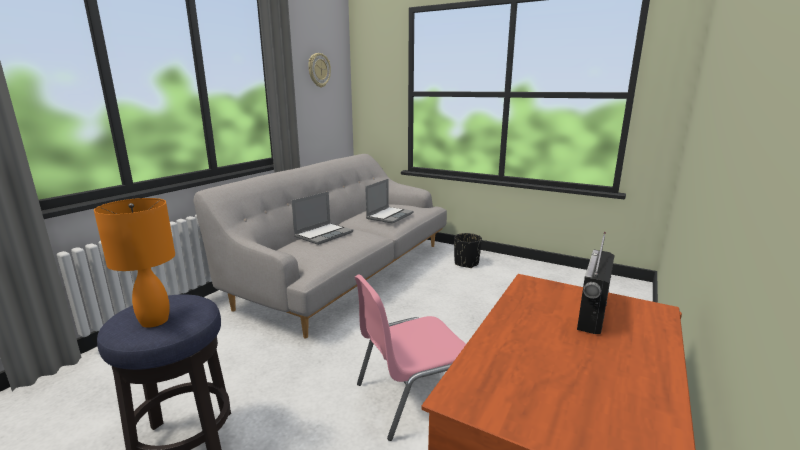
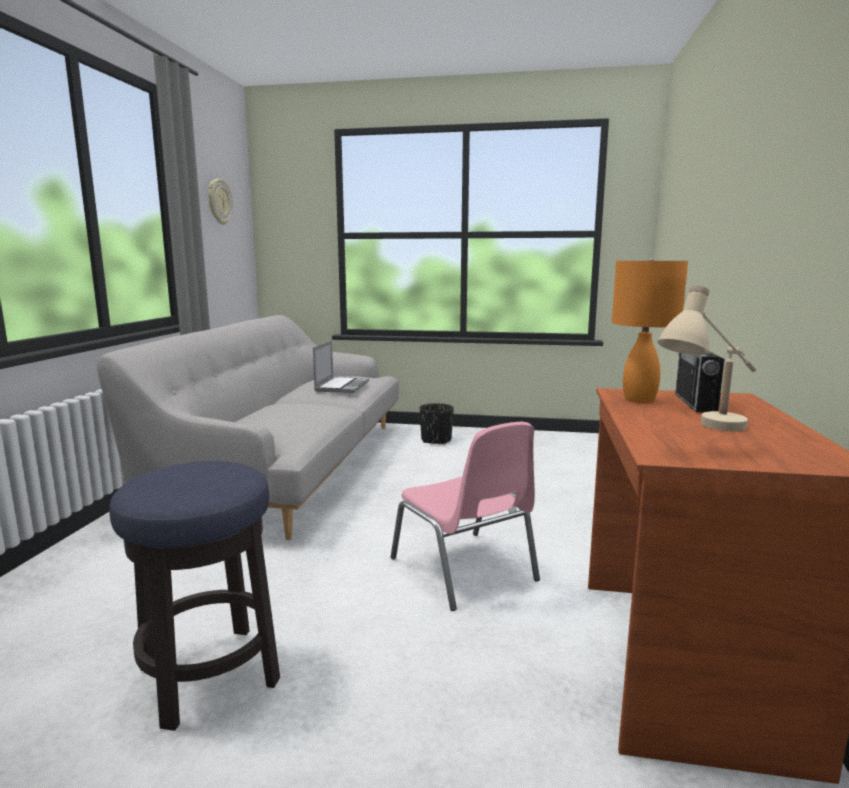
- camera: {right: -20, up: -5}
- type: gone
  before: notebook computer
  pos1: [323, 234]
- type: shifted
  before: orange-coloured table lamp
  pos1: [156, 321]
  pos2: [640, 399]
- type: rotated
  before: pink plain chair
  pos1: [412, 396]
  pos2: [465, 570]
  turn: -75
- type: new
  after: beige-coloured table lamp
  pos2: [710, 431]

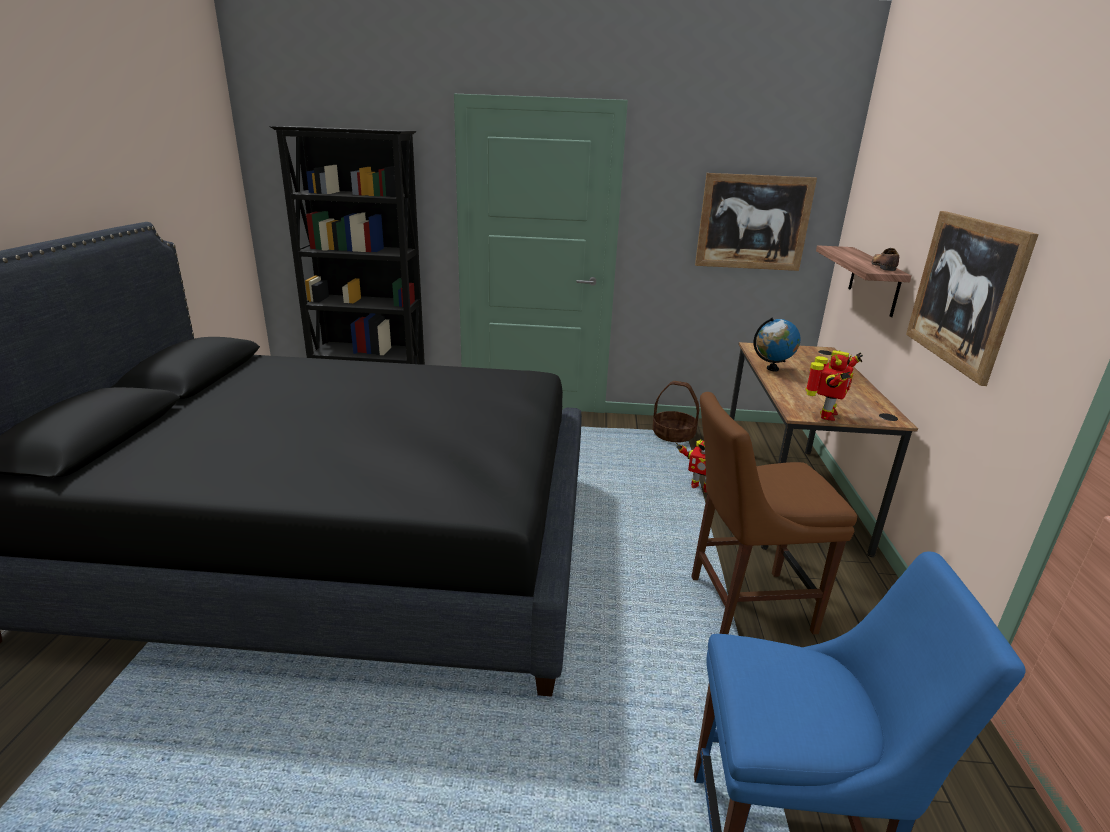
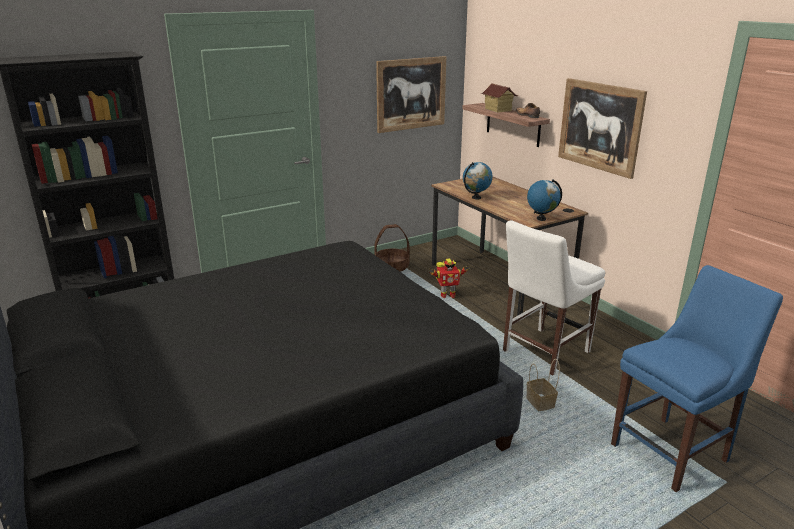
- camera: {right: -35, up: 0}
- type: swapped
  before: model robot
  after: globe
  pos1: [825, 415]
  pos2: [541, 218]
- type: repainted
  before: brown-coloured plain chair
  after: white plain chair
  pos1: [744, 603]
  pos2: [543, 352]
- type: new
  after: toy house
  pos2: [498, 110]
- type: new
  after: storage basket
  pos2: [541, 403]

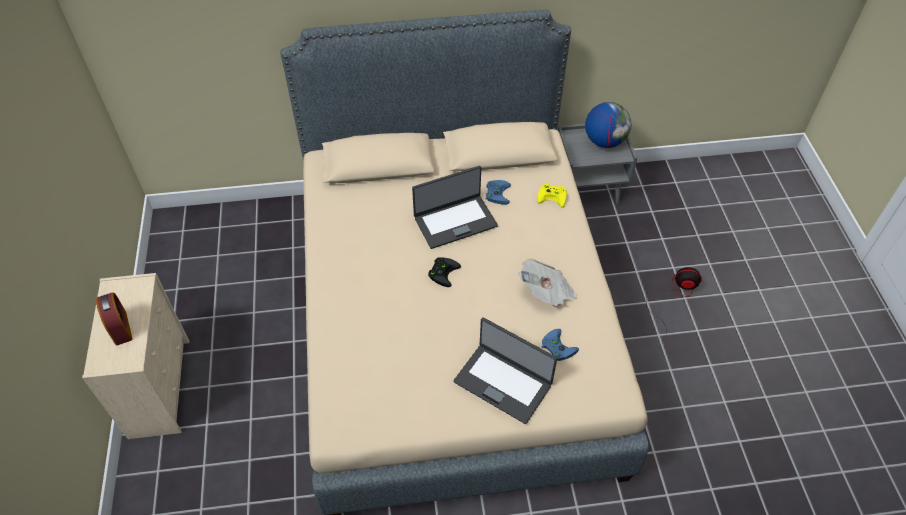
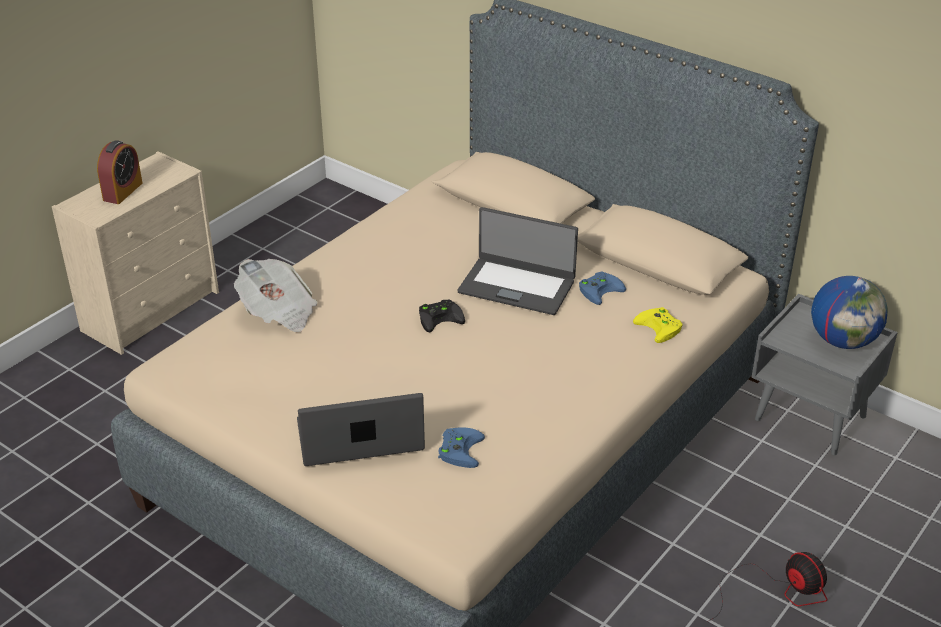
- camera: {right: 45, up: -15}
- type: shifted
  before: printed paper
  pos1: [547, 292]
  pos2: [278, 312]
- type: rotated
  before: notebook computer
  pos1: [503, 382]
  pos2: [360, 438]
  turn: 90

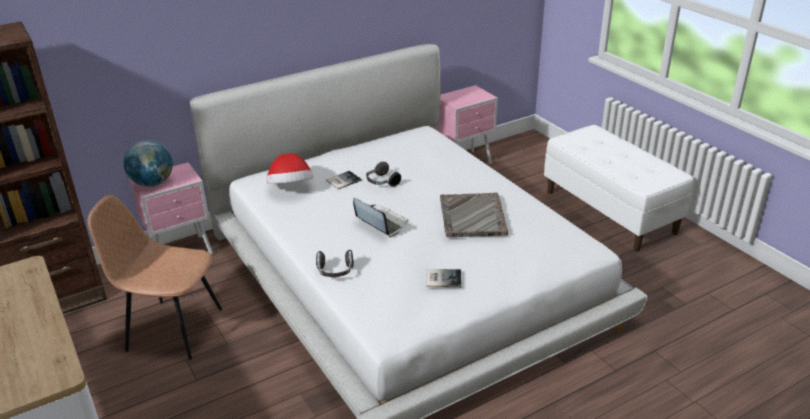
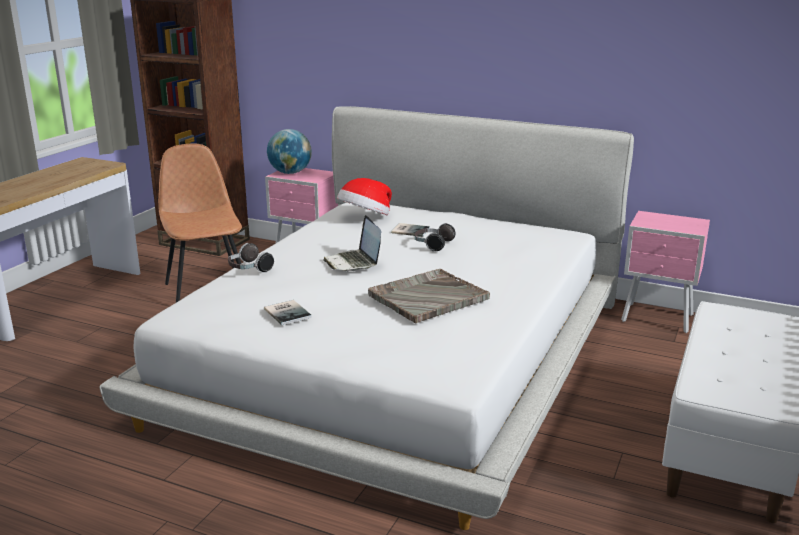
- camera: {right: 55, up: -10}
- type: rotated
  before: notebook computer
  pos1: [380, 223]
  pos2: [353, 262]
  turn: 150

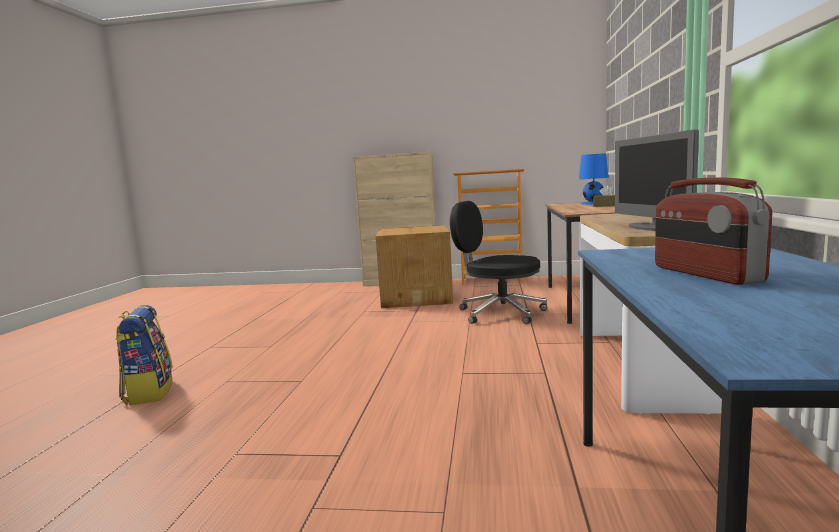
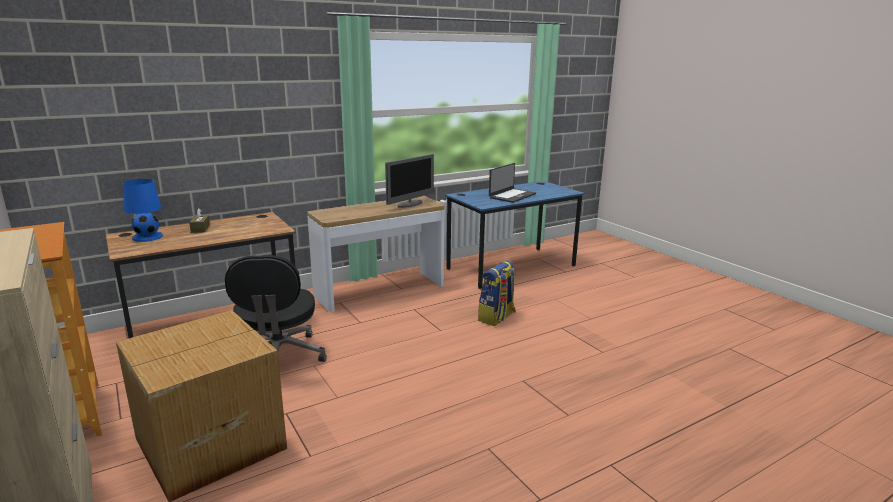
- camera: {right: -130, up: 10}
- type: swapped
  before: radio set
  after: notebook computer
  pos1: [704, 274]
  pos2: [512, 196]
- type: shifted
  before: rucksack
  pos1: [148, 392]
  pos2: [497, 317]

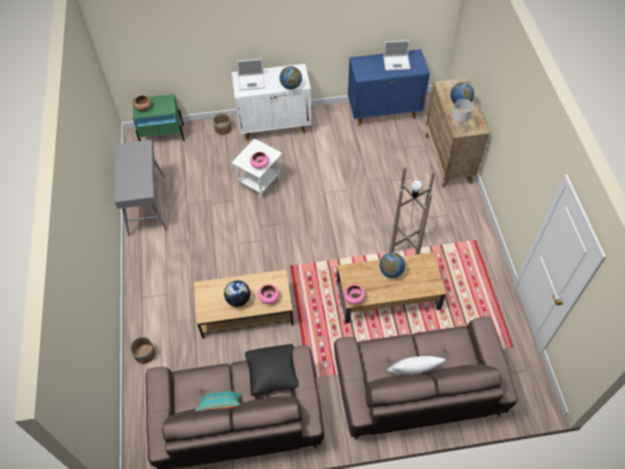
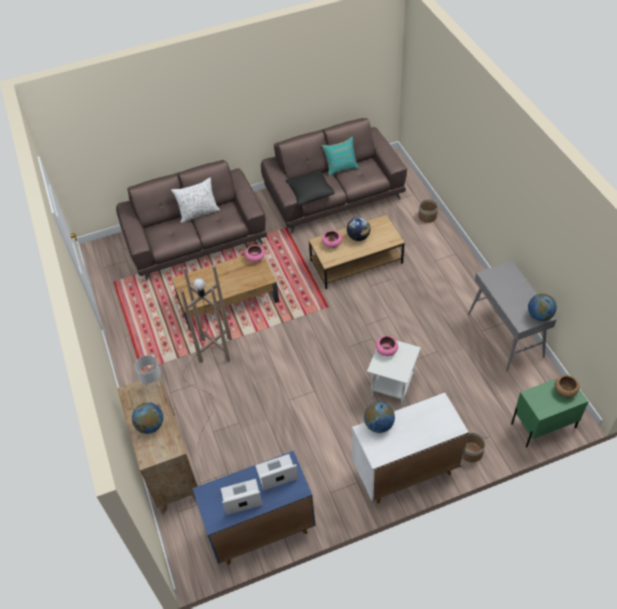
- camera: {right: 170, up: -5}
- type: shifted
  before: notebook computer
  pos1: [252, 82]
  pos2: [275, 473]
- type: shifted
  before: globe
  pos1: [391, 271]
  pos2: [539, 315]

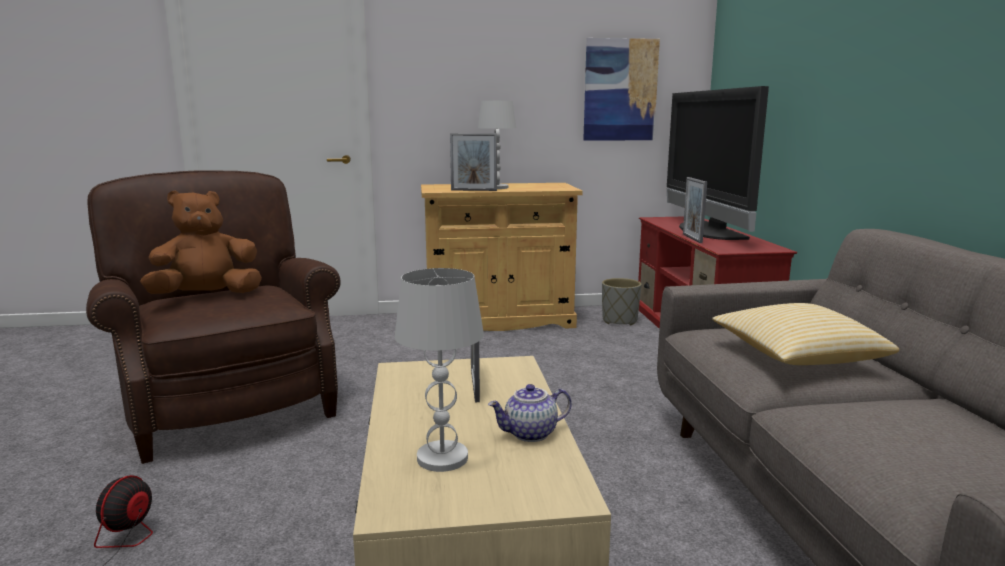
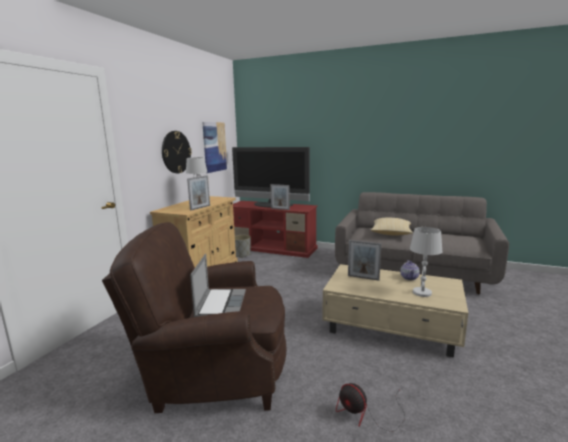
- camera: {right: -60, up: 0}
- type: swapped
  before: brown-coloured cuddly toy
  after: notebook computer
  pos1: [207, 296]
  pos2: [220, 304]
- type: new
  after: clock on the wall
  pos2: [176, 152]

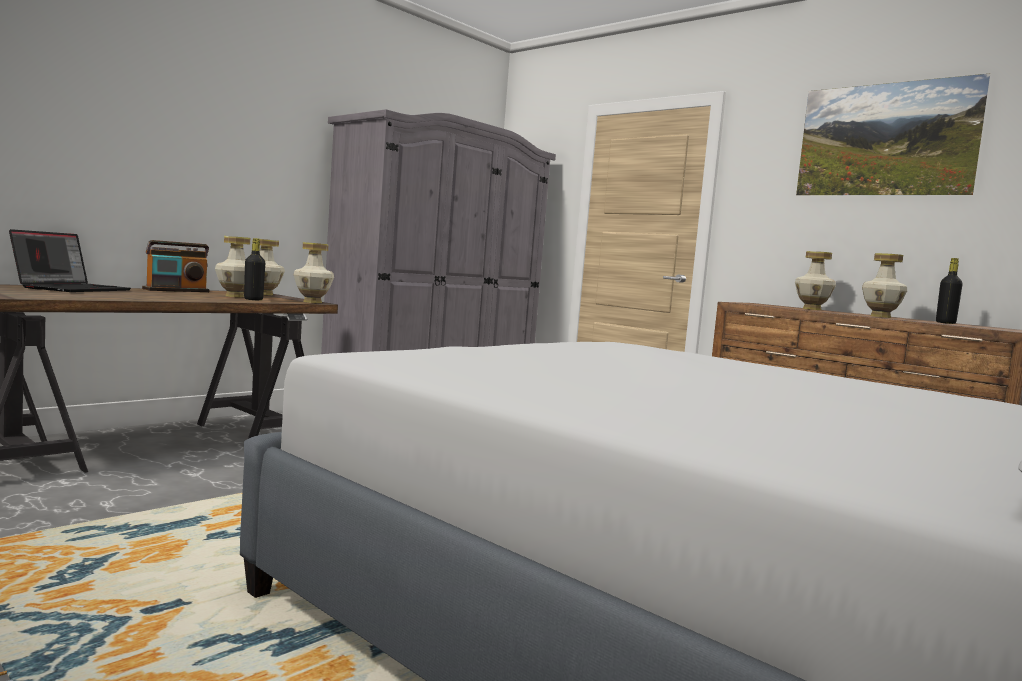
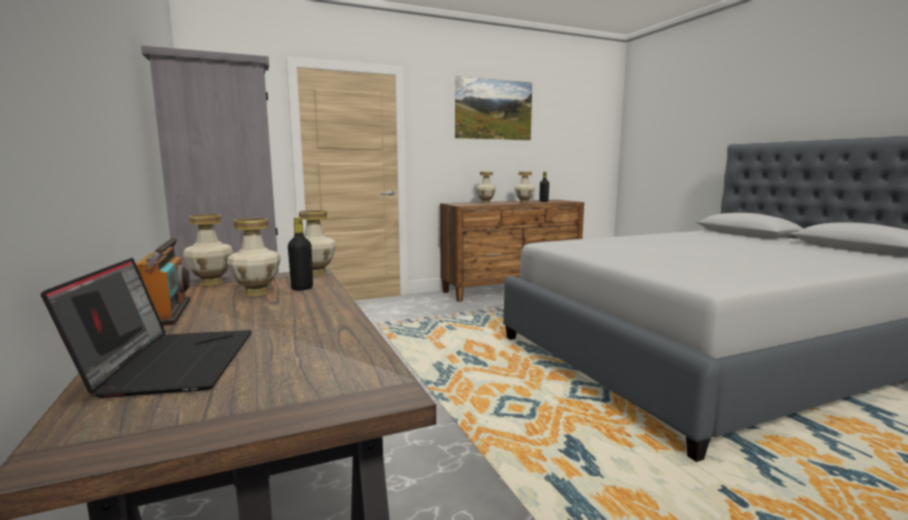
- camera: {right: -65, up: 5}
- type: rotated
  before: notebook computer
  pos1: [72, 289]
  pos2: [171, 362]
  turn: 45

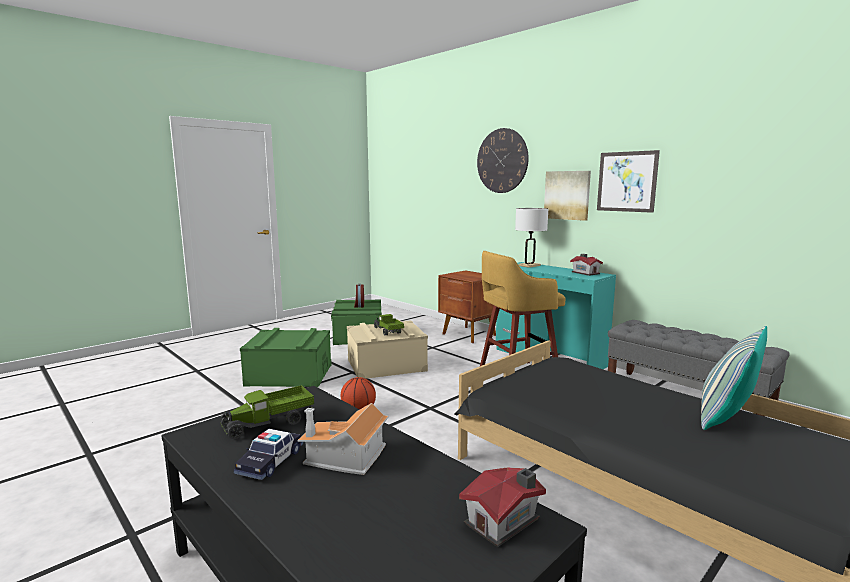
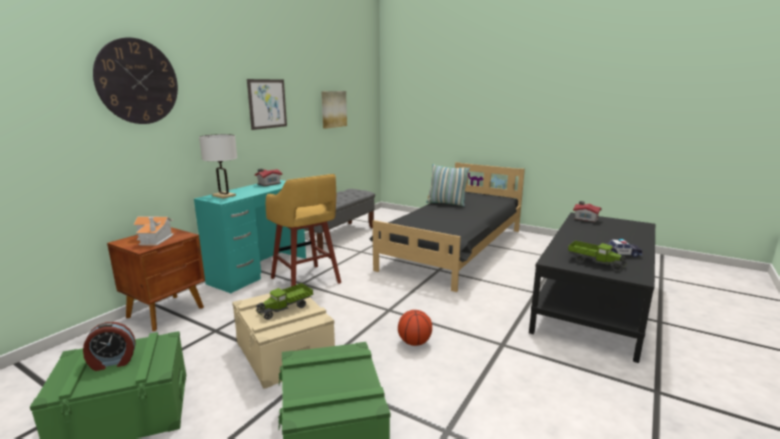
- camera: {right: -105, up: 5}
- type: shifted
  before: picture
  pos1: [567, 195]
  pos2: [333, 109]
- type: shifted
  before: toy house
  pos1: [345, 457]
  pos2: [155, 239]

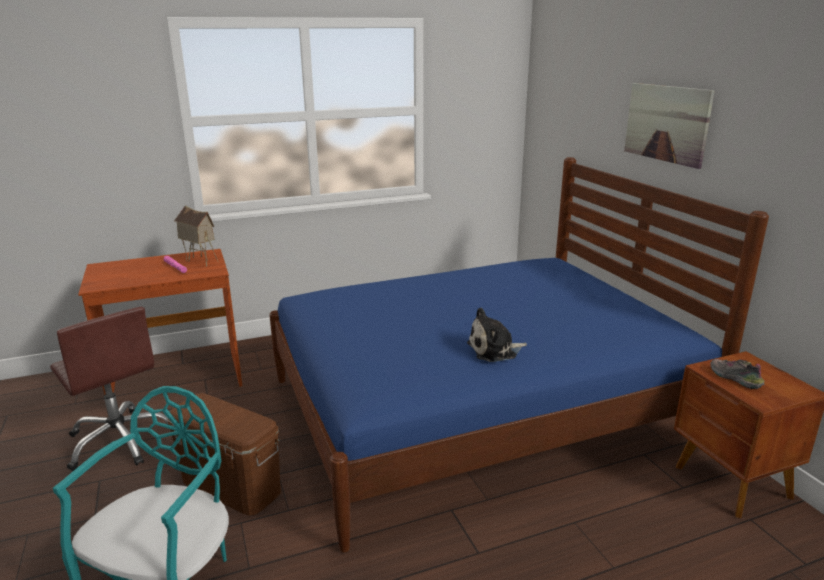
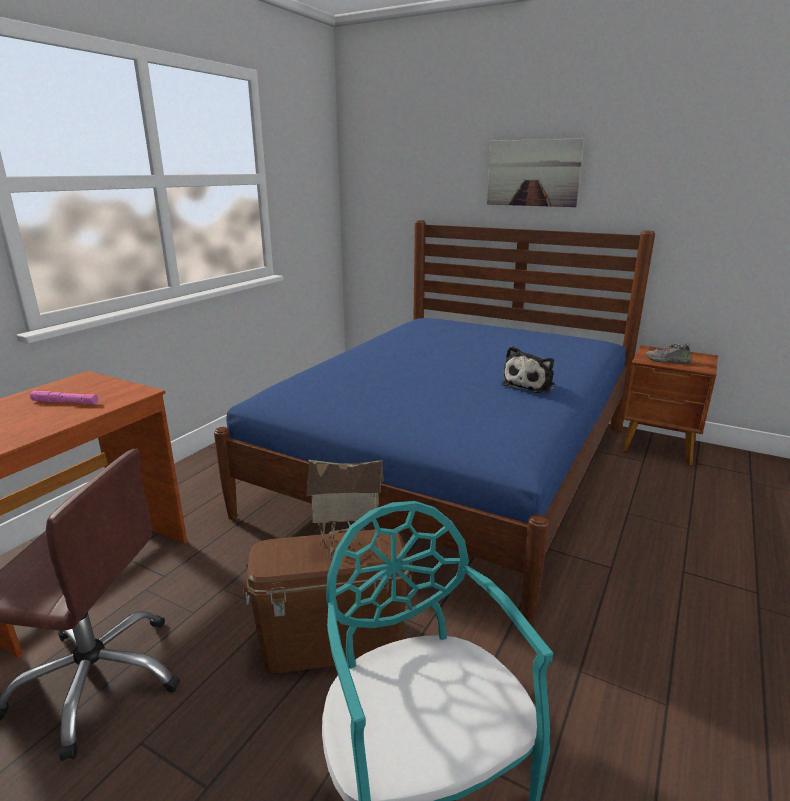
- camera: {right: -40, up: 0}
- type: shifted
  before: toy house
  pos1: [199, 261]
  pos2: [348, 548]

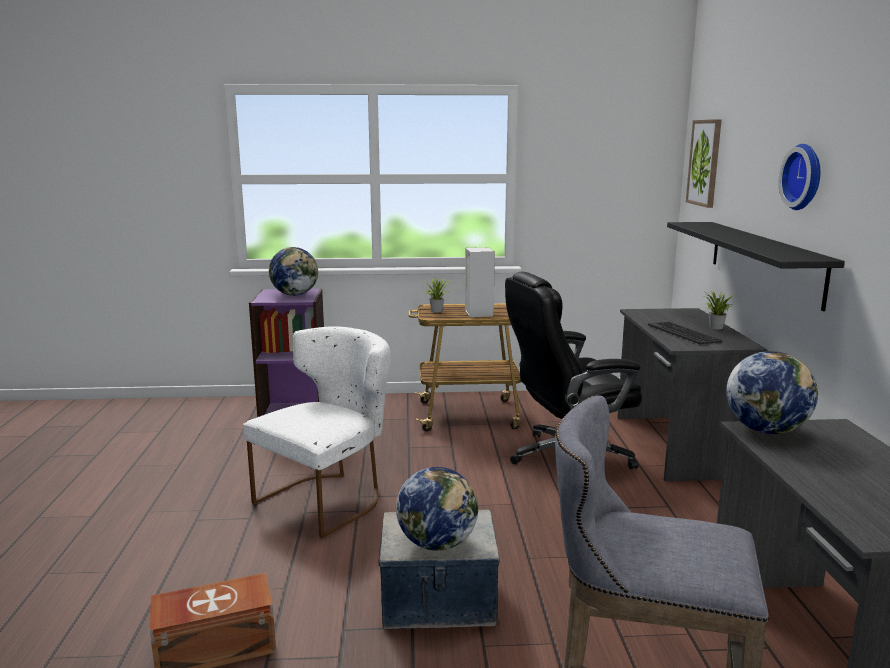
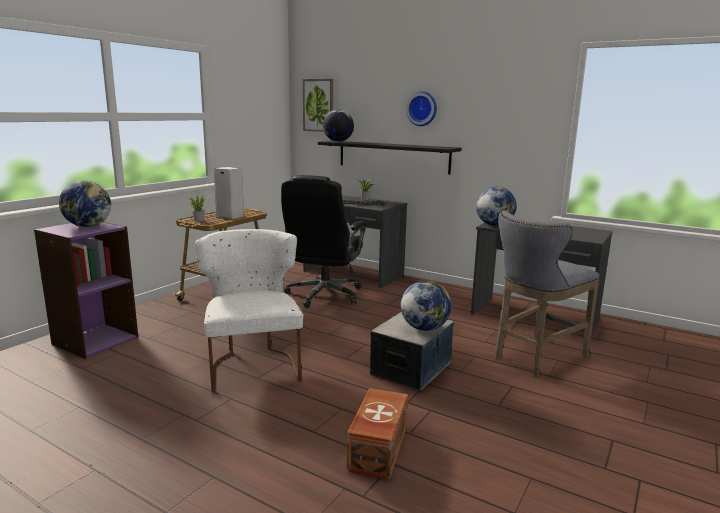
- camera: {right: -55, up: 0}
- type: new
  after: globe
  pos2: [338, 141]

